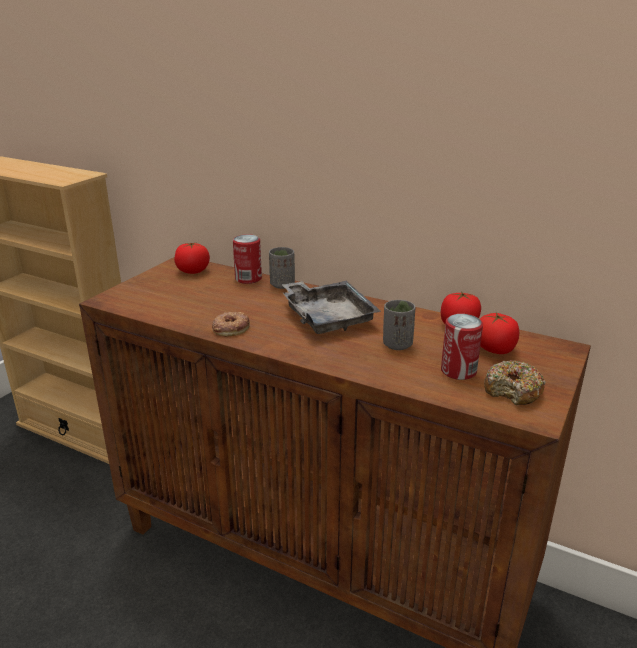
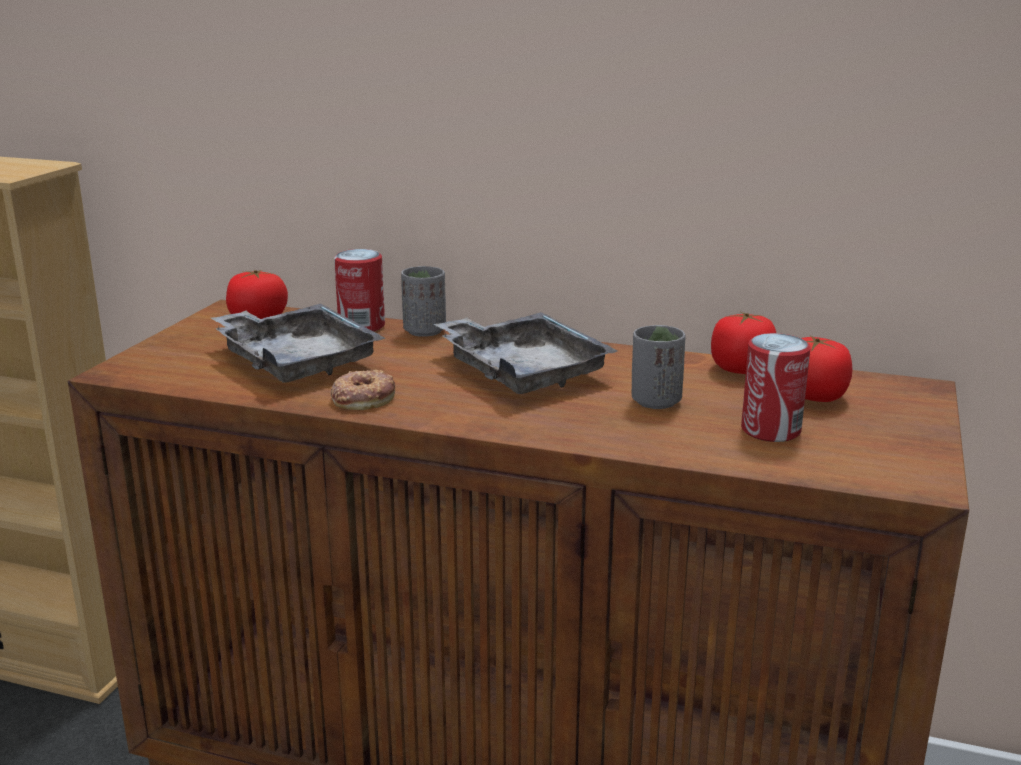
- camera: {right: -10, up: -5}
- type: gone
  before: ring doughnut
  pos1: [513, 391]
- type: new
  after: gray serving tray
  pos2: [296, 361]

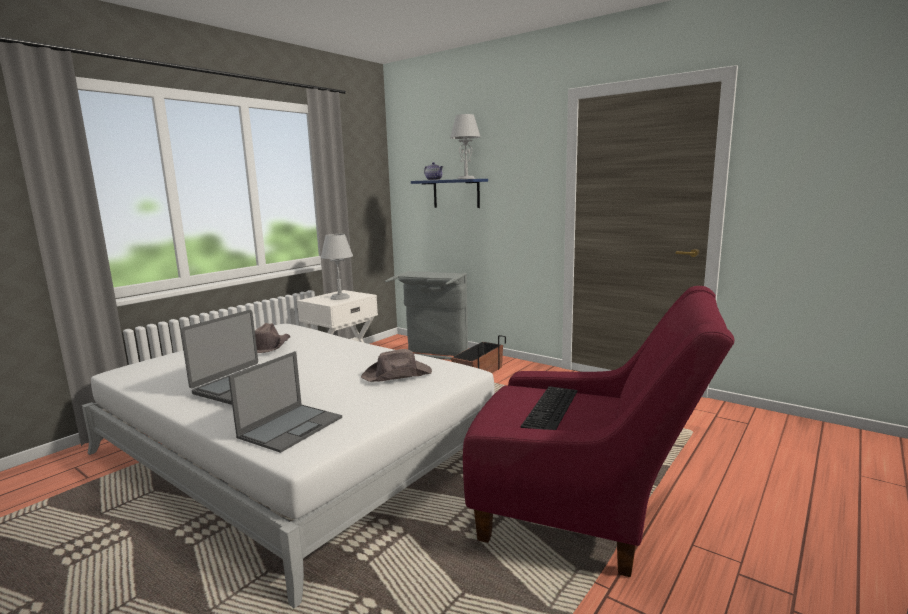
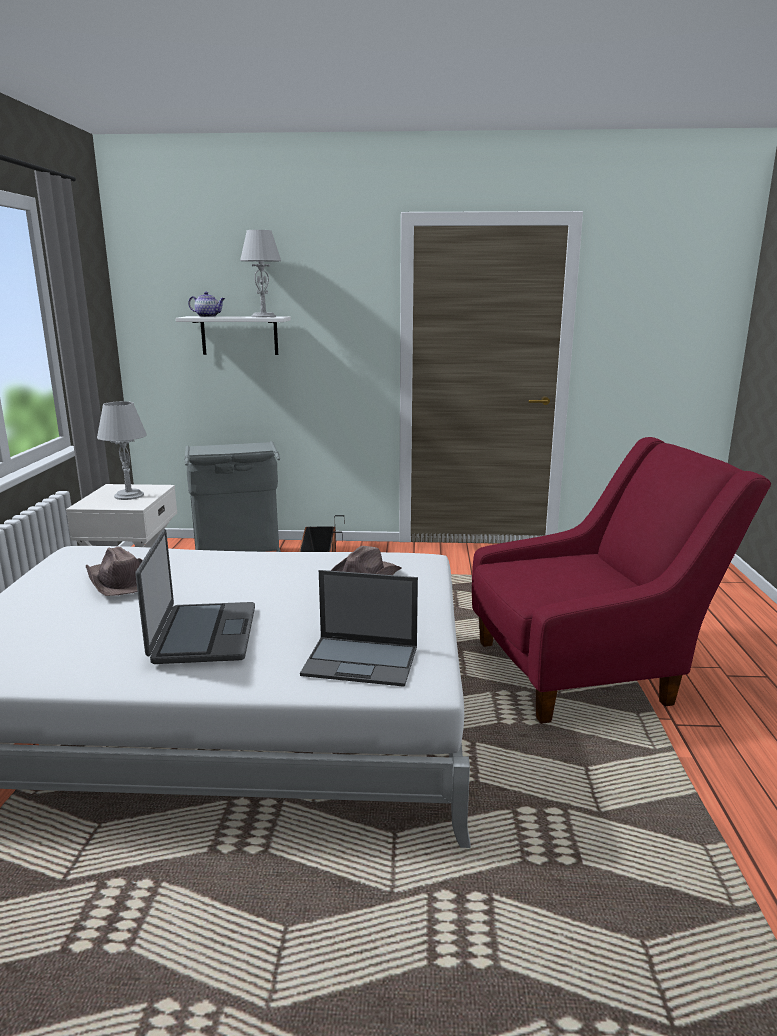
- camera: {right: -35, up: 5}
- type: repainted
  before: blue-coloured shelf
  after: white shelf
  pos1: [456, 193]
  pos2: [239, 335]
- type: rotated
  before: notebook computer
  pos1: [291, 427]
  pos2: [362, 661]
  turn: 105
- type: gone
  before: keyboard
  pos1: [552, 409]

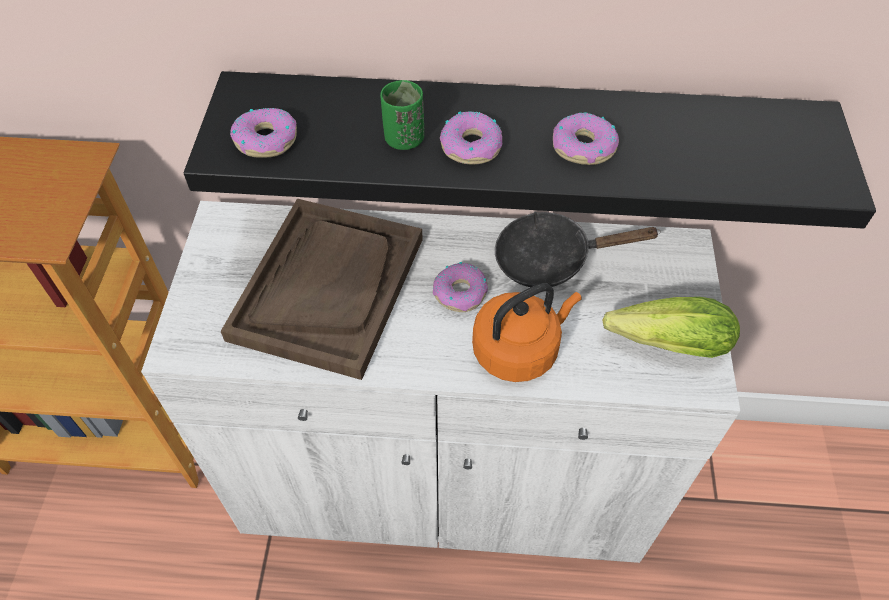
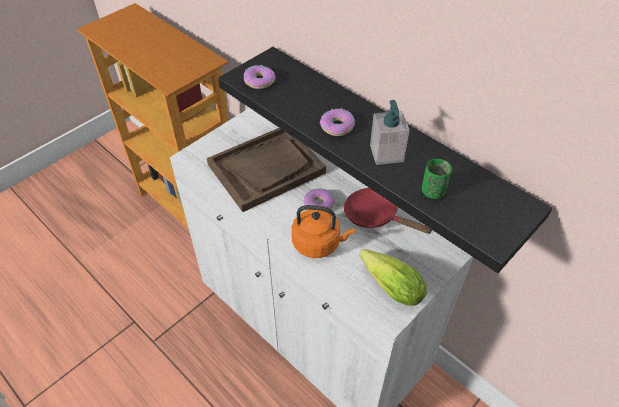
- camera: {right: 40, up: -5}
- type: shifted
  before: green small cup
  pos1: [404, 139]
  pos2: [433, 191]
- type: swapped
  before: ring doughnut
  after: liquid soap bottle
  pos1: [583, 147]
  pos2: [386, 154]
- type: repainted
  before: blackish skillet
  after: reddish skillet
  pos1: [551, 259]
  pos2: [376, 216]

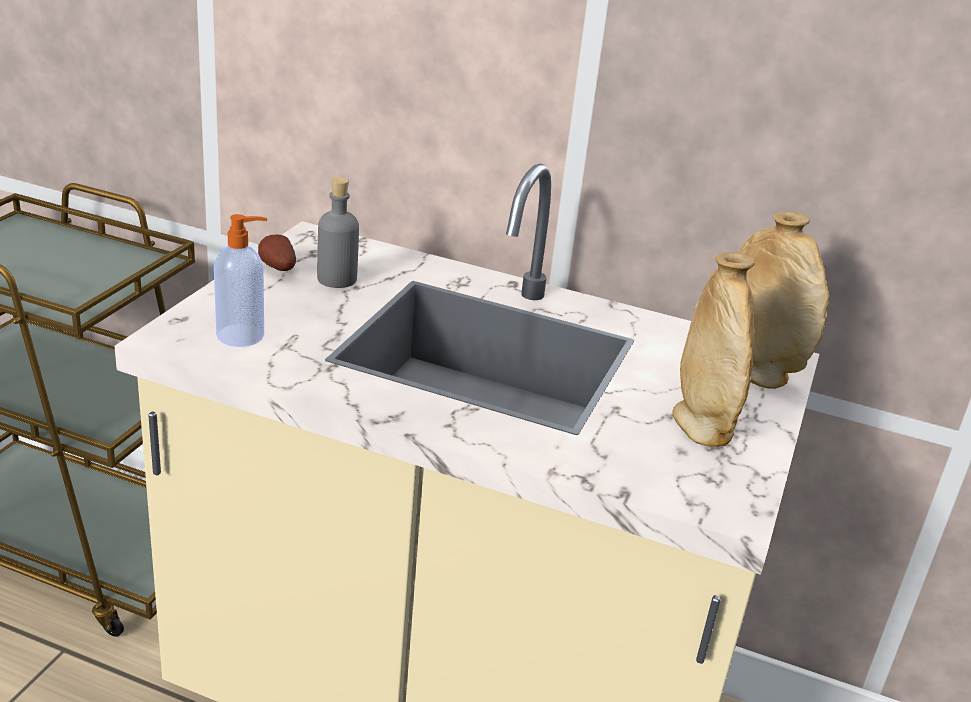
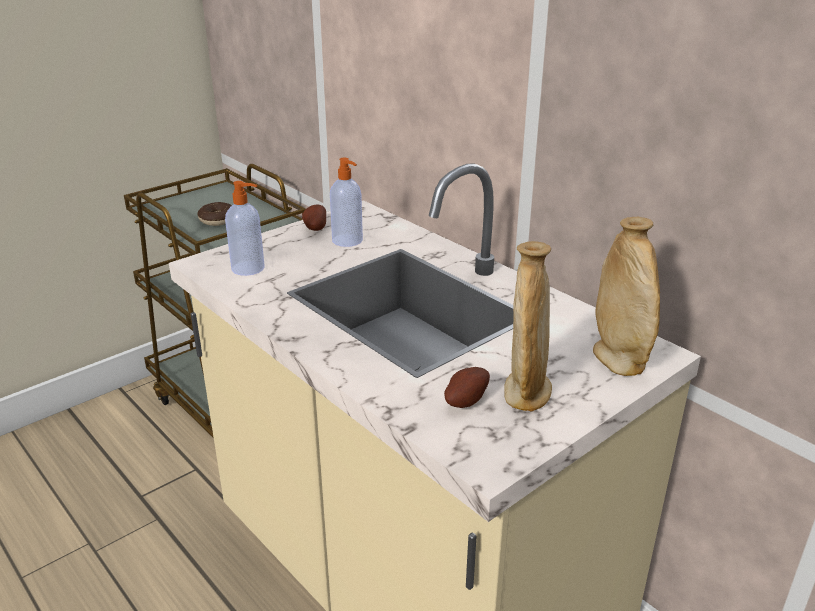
- camera: {right: 30, up: 0}
- type: swapped
  before: gray beverage bottle
  after: liquid soap bottle
  pos1: [337, 279]
  pos2: [348, 241]
- type: new
  after: ring doughnut
  pos2: [217, 220]
- type: new
  after: potato
  pos2: [465, 400]

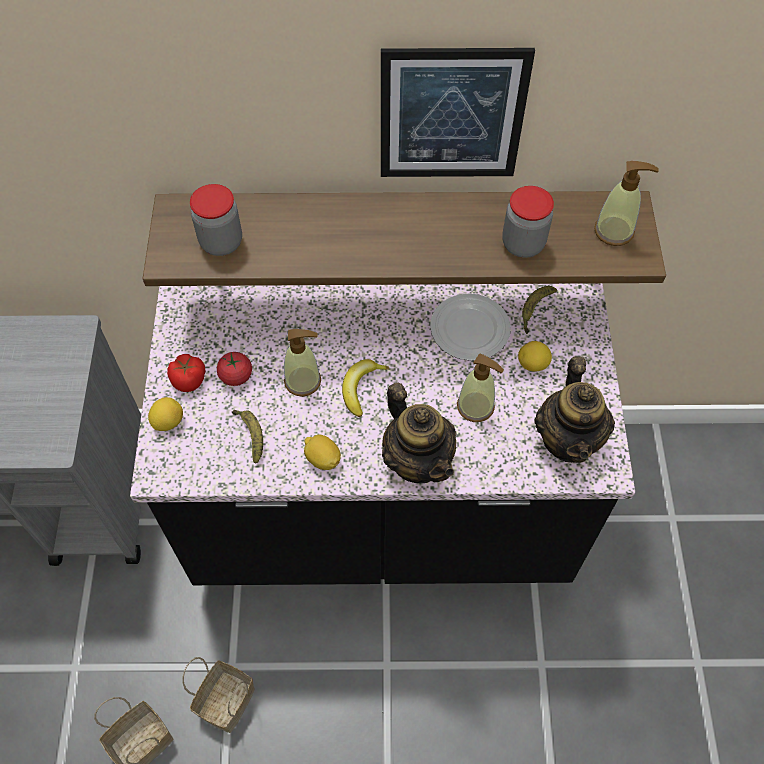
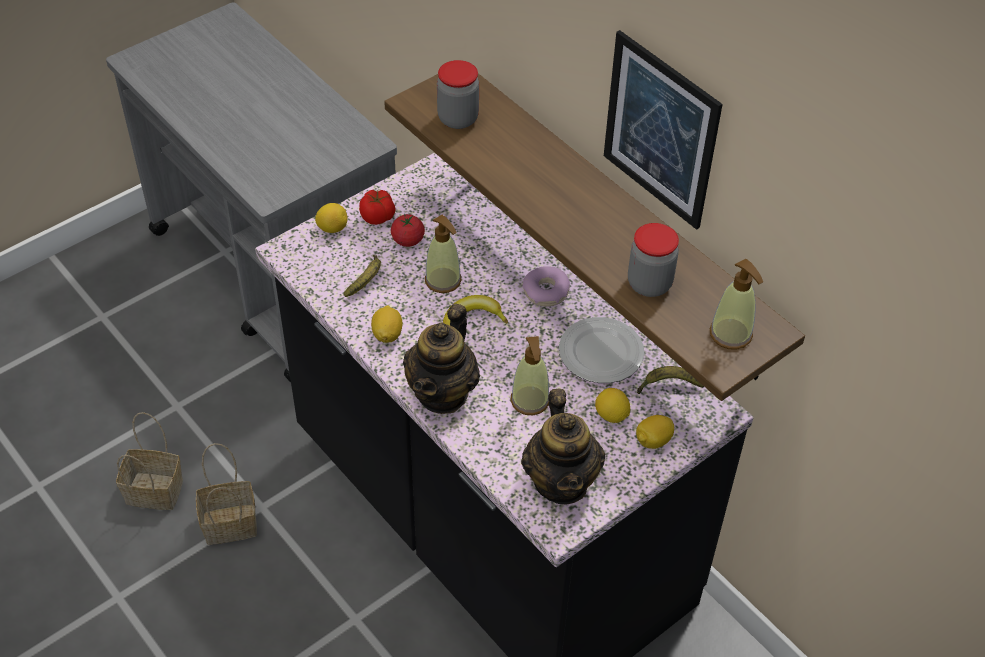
- camera: {right: 50, up: -10}
- type: rotated
  before: tea pot
  pos1: [568, 439]
  pos2: [561, 481]
  turn: -60
- type: new
  after: ring doughnut
  pos2: [546, 292]
- type: new
  after: citrus fruit
  pos2: [653, 441]

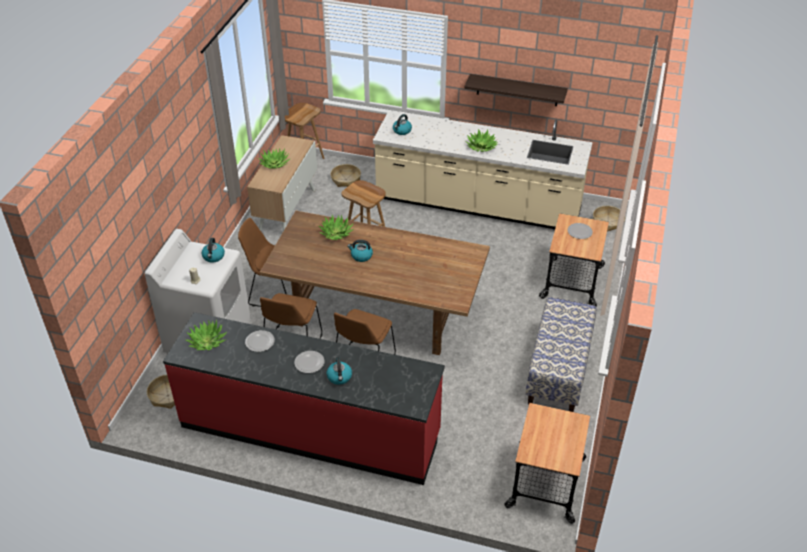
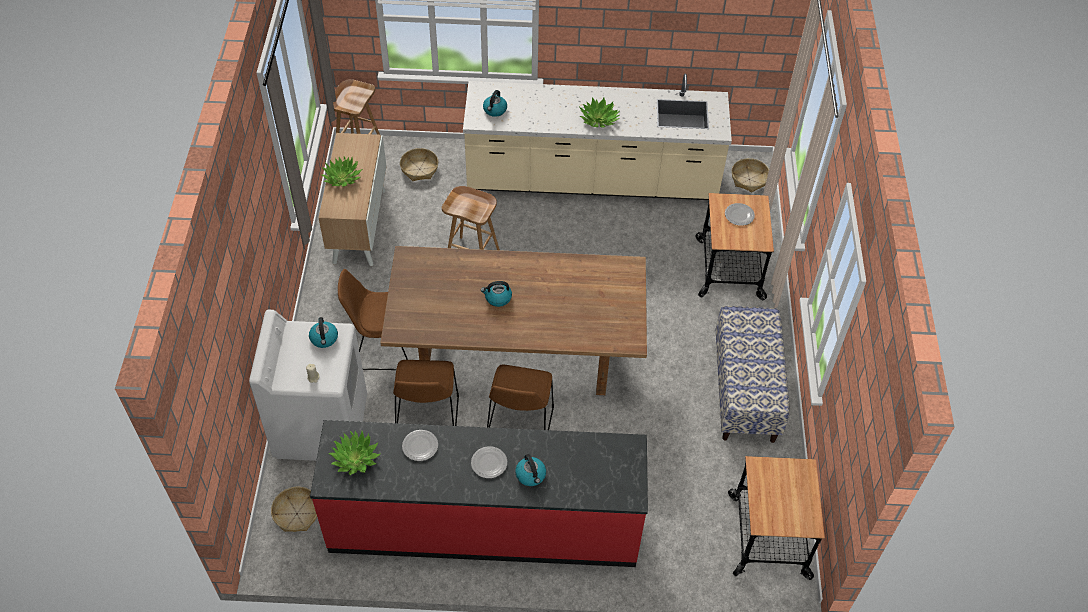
- camera: {right: -15, up: 10}
- type: gone
  before: shelf
  pos1: [517, 90]
- type: gone
  before: houseplant
  pos1: [336, 233]

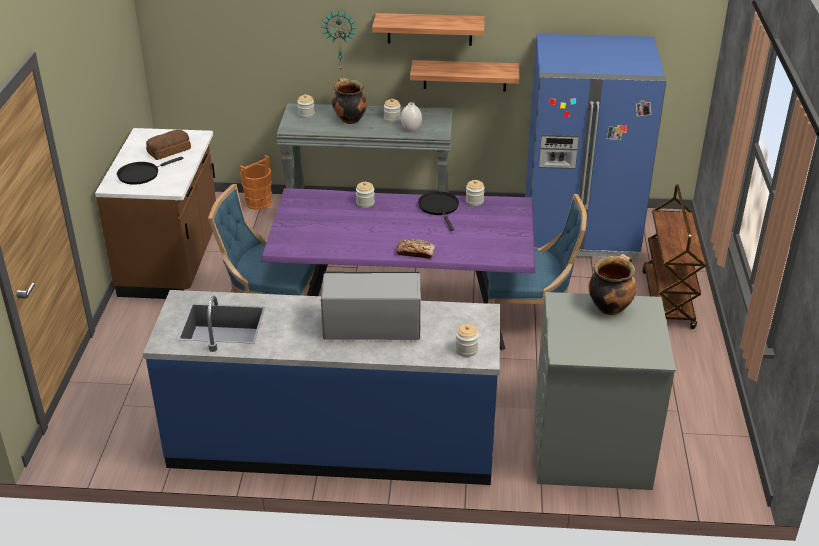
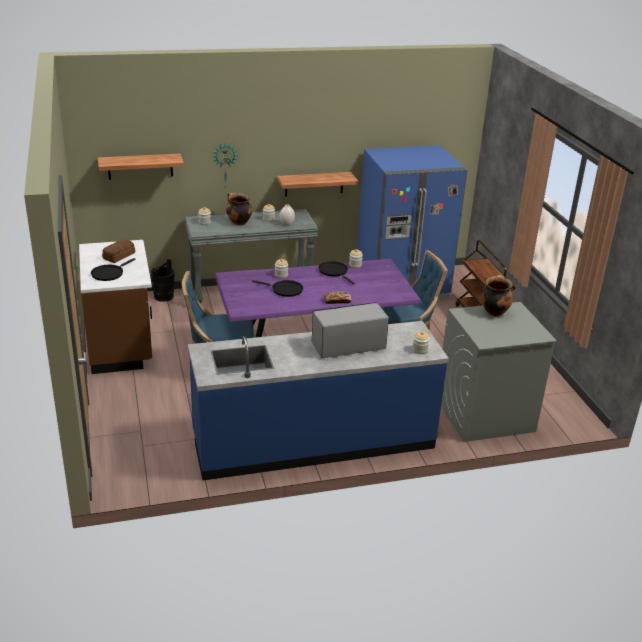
- camera: {right: -20, up: -5}
- type: shifted
  before: shelf
  pos1: [429, 29]
  pos2: [140, 166]
- type: repainted
  before: orange-coloured bucket
  after: blackish bucket
  pos1: [258, 203]
  pos2: [163, 296]
- type: new
  after: blackish skillet
  pos2: [285, 290]

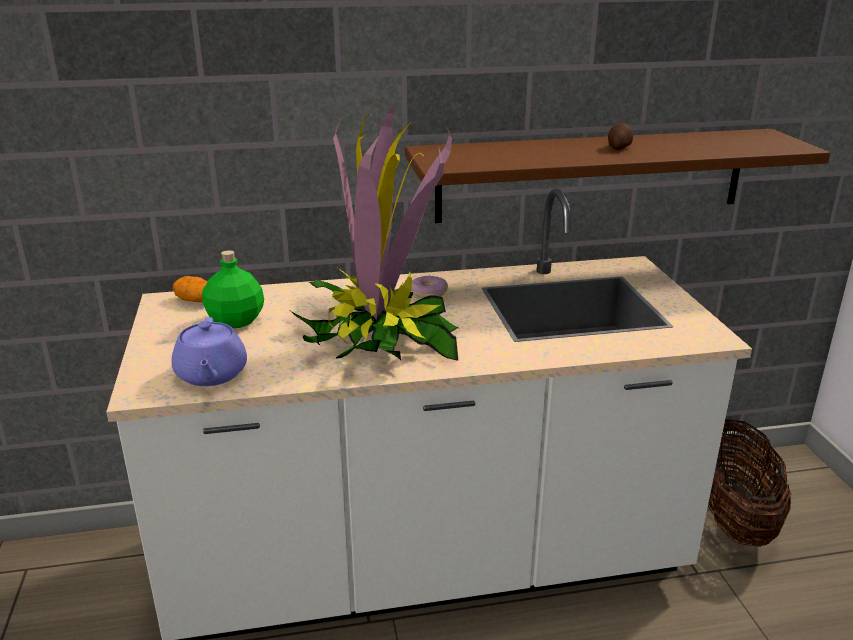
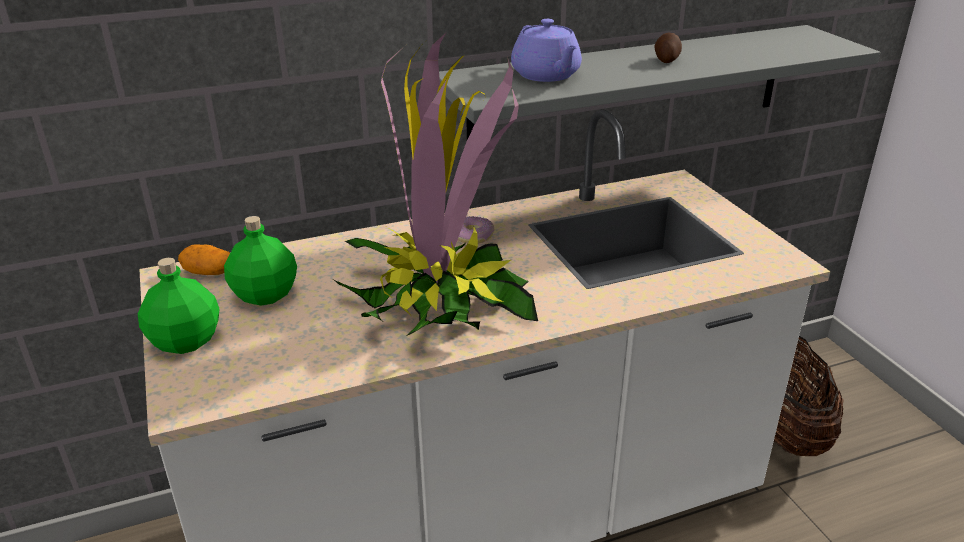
- camera: {right: -10, up: 5}
- type: repainted
  before: brown-coloured shelf
  after: gray shelf
  pos1: [592, 175]
  pos2: [630, 88]
- type: shifted
  before: purple-coloured tea pot
  pos1: [211, 375]
  pos2: [546, 75]
- type: new
  after: green beverage bottle
  pos2: [186, 340]

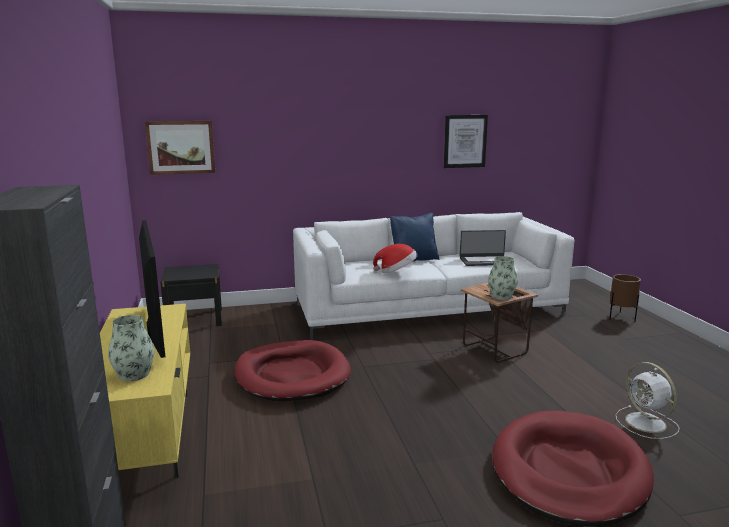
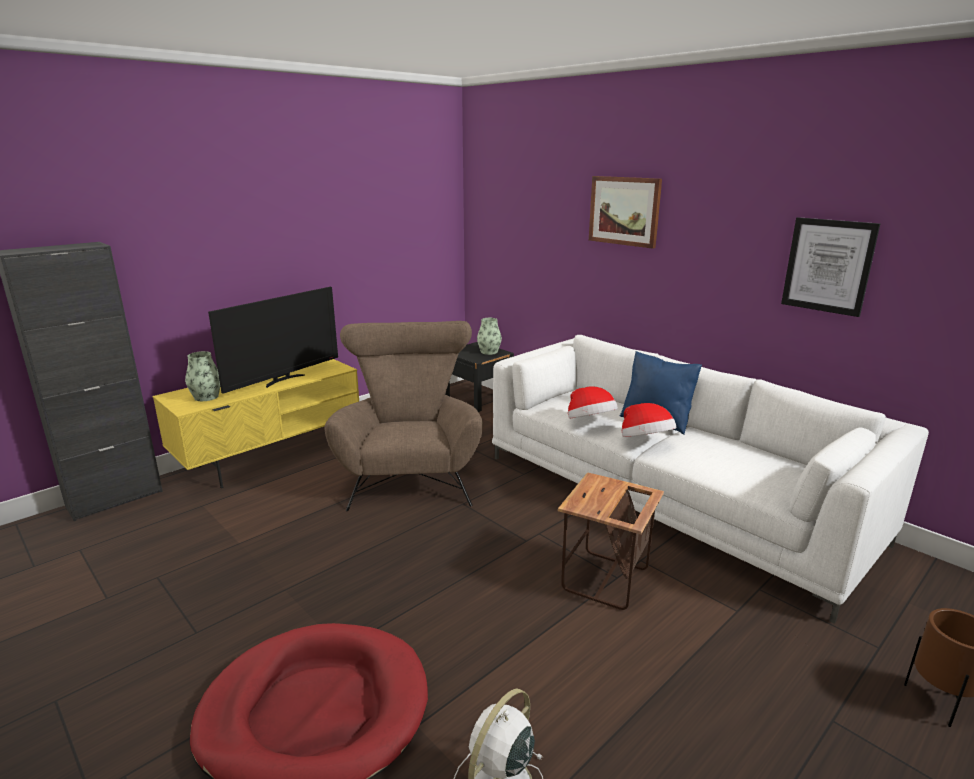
- camera: {right: 60, up: 5}
- type: shifted
  before: picture
  pos1: [181, 147]
  pos2: [624, 211]
- type: gone
  before: notebook computer
  pos1: [485, 261]
- type: shifted
  before: flower vase
  pos1: [501, 296]
  pos2: [489, 352]
- type: swapped
  before: reddish dog bed
  after: brown-coloured easy chair
  pos1: [292, 375]
  pos2: [410, 475]
- type: new
  after: clothing hat
  pos2: [645, 442]

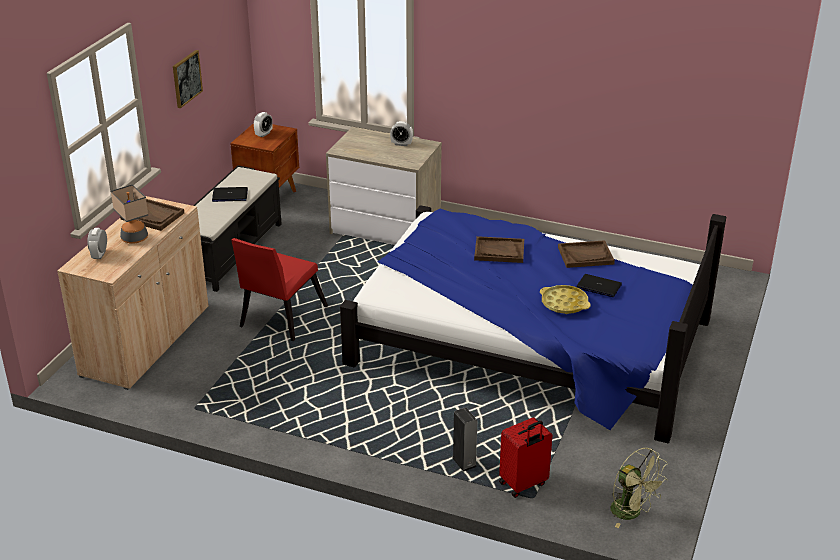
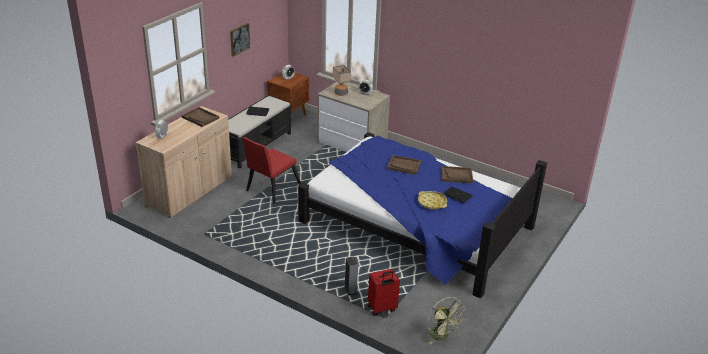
- camera: {right: 10, up: 0}
- type: shifted
  before: table lamp
  pos1: [134, 238]
  pos2: [341, 93]

